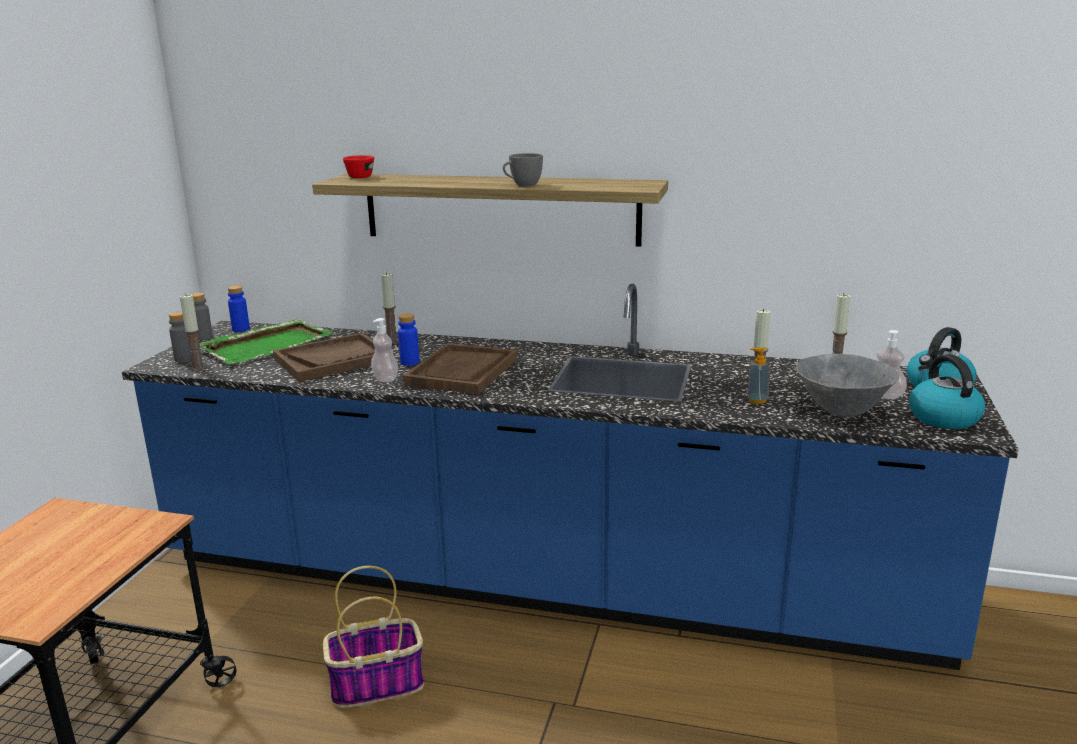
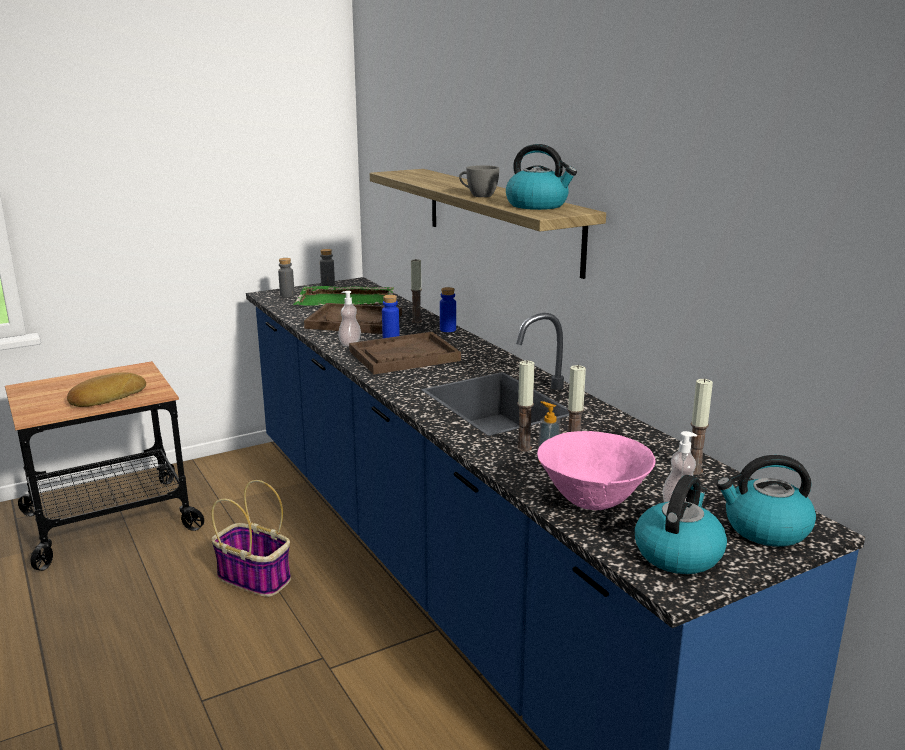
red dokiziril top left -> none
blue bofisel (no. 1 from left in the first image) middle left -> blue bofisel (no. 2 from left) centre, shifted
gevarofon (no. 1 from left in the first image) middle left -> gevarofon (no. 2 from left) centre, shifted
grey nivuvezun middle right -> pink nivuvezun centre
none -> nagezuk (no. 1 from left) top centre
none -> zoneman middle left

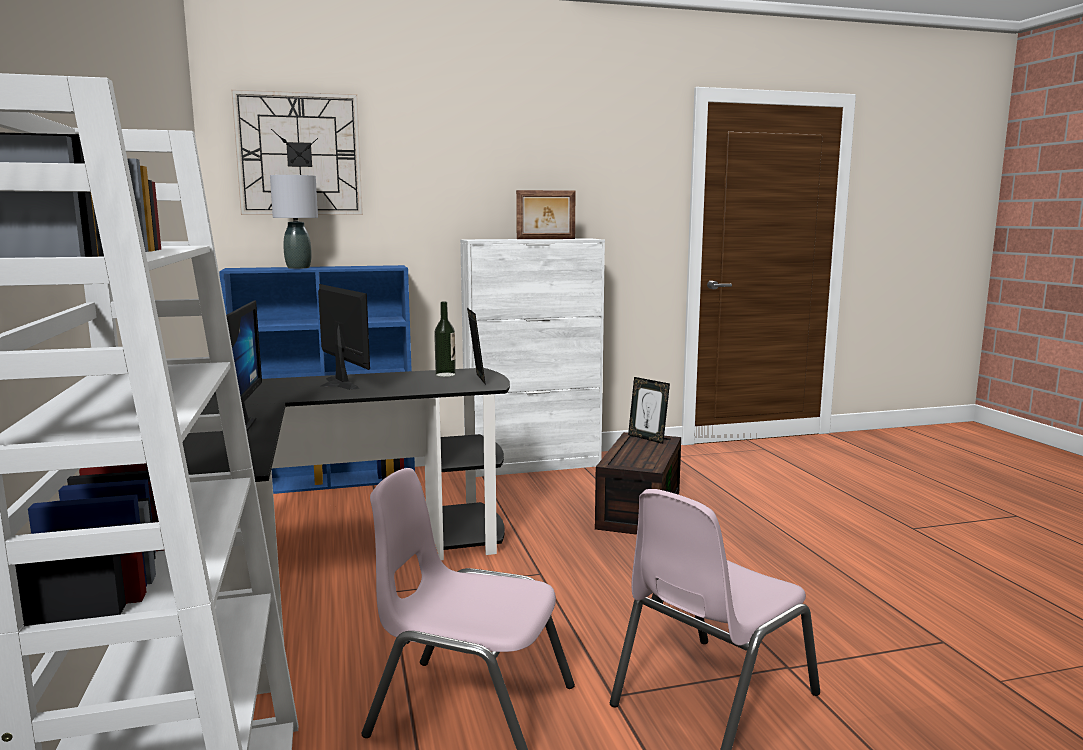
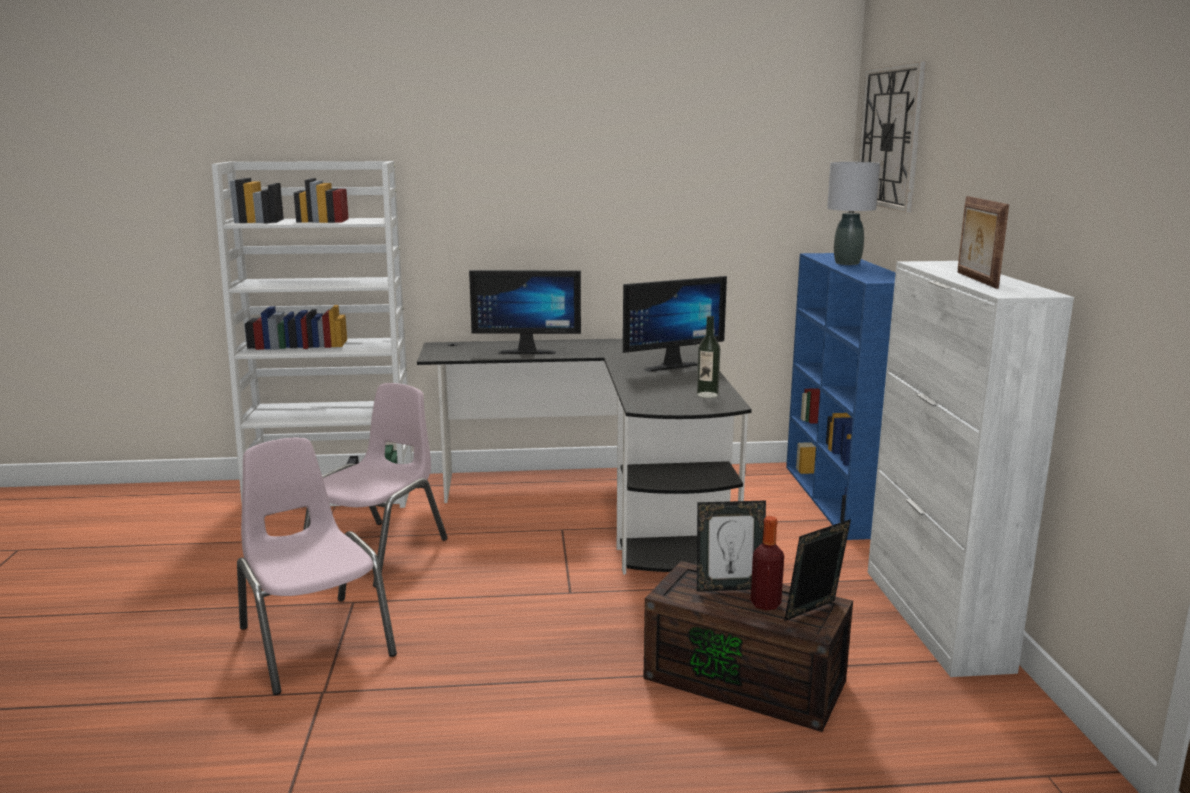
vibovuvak (no. 1 from left) centre -> vibovuvak (no. 1 from left) bottom centre, shifted
none -> bofisel (no. 2 from left) bottom centre

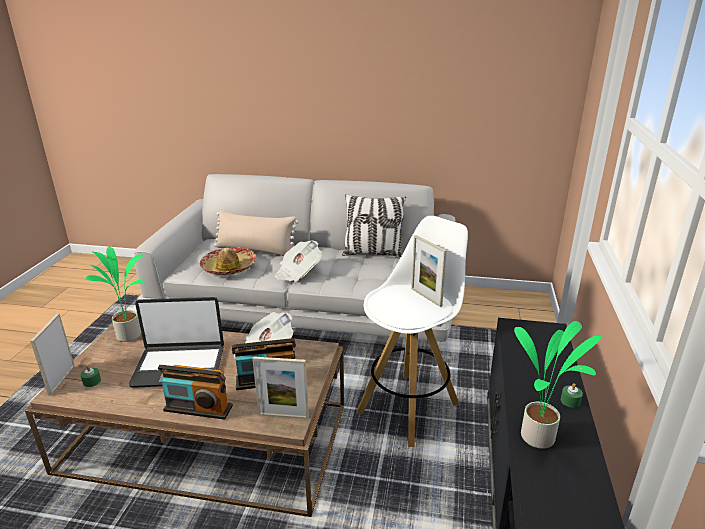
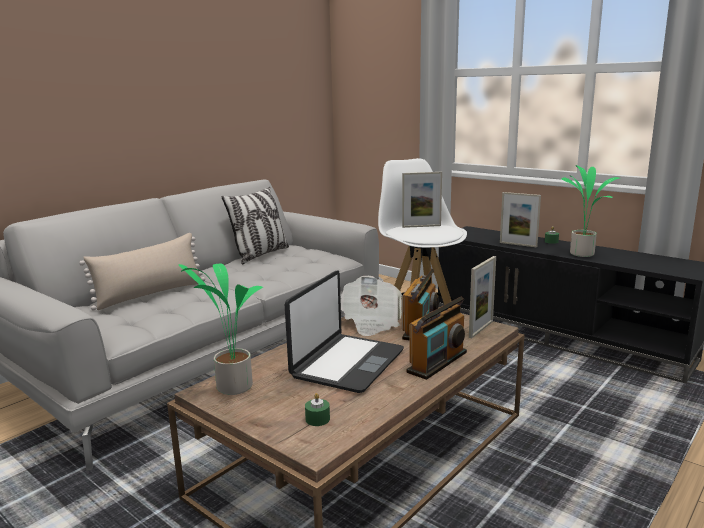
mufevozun (no. 2 from left) centre -> none
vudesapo middle left -> none
vibovuvak (no. 1 from left in the first image) bottom left -> vibovuvak (no. 3 from left) middle right, shifted

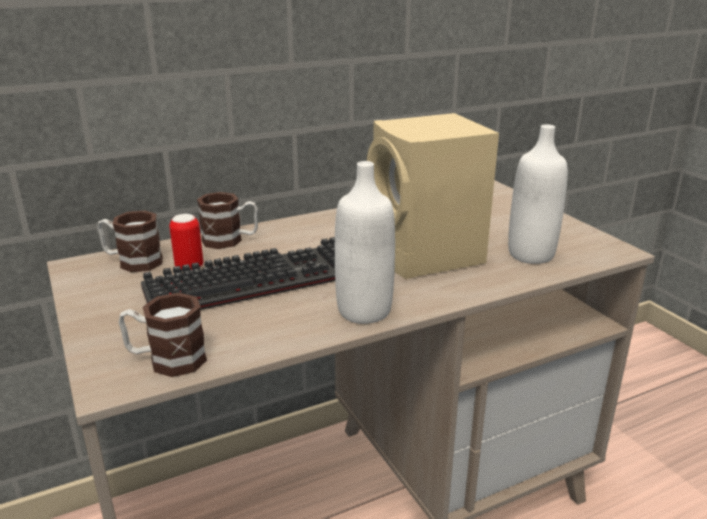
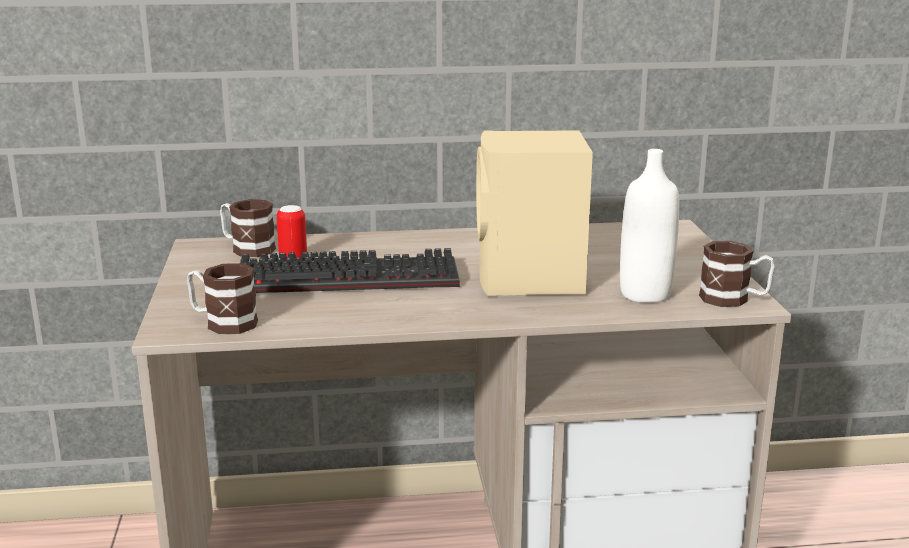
white bofisel (no. 1 from left) centre -> none
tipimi (no. 3 from left) middle left -> tipimi (no. 3 from left) middle right, shifted

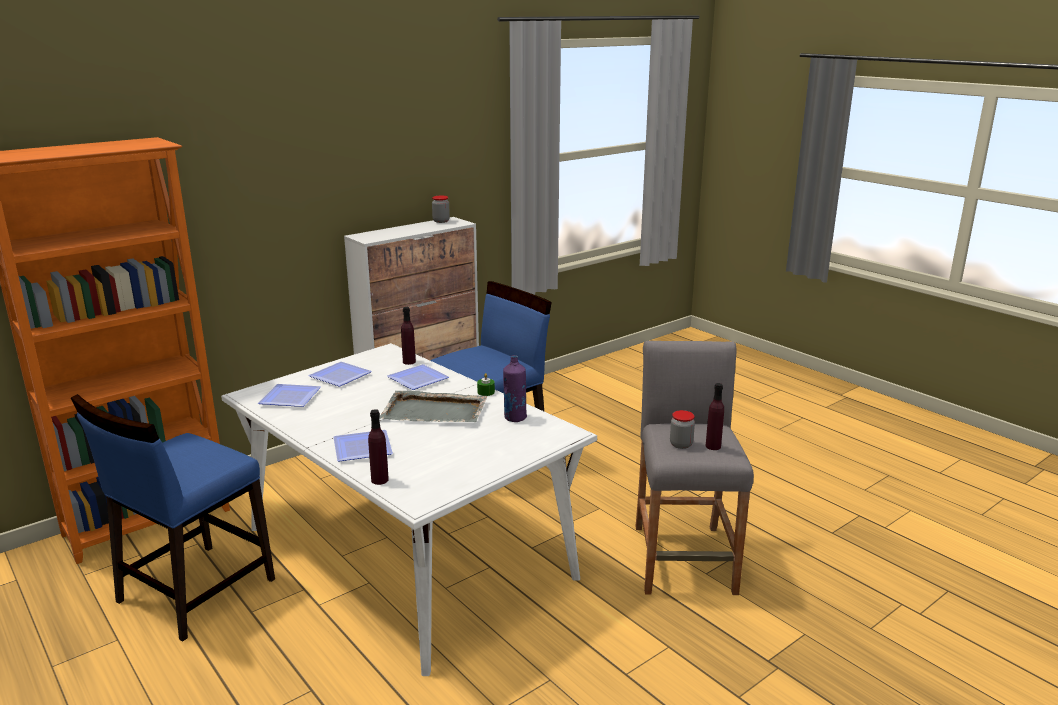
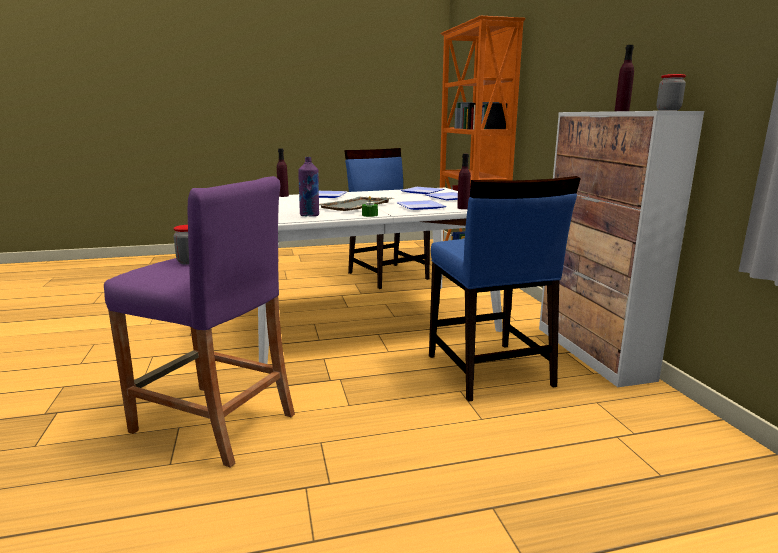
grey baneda centre -> purple baneda middle left
purple bofisel (no. 4 from left) middle right -> purple bofisel (no. 4 from left) top right, shifted

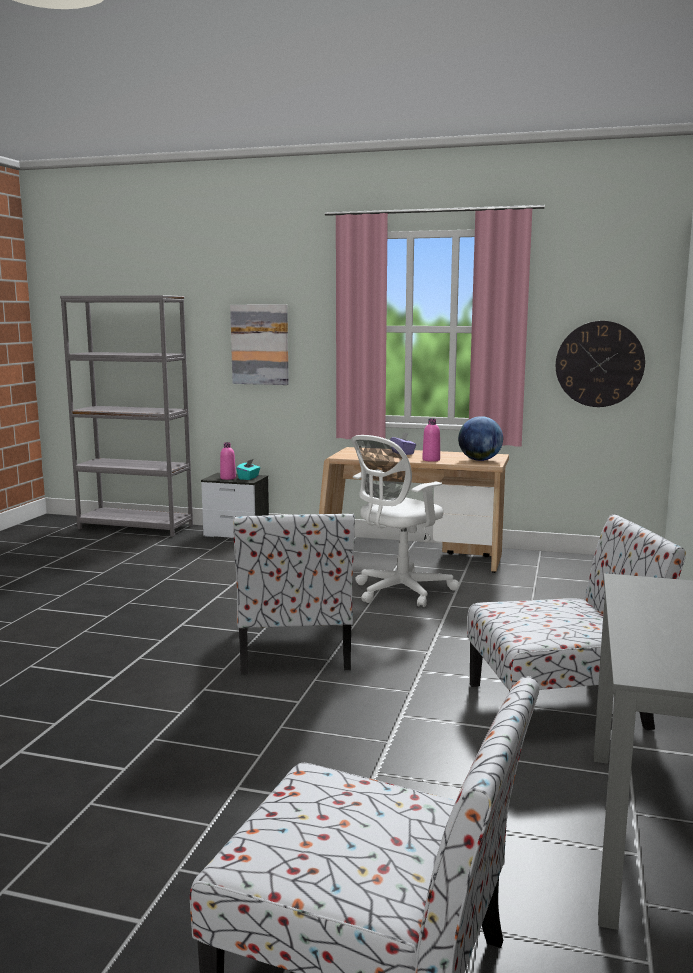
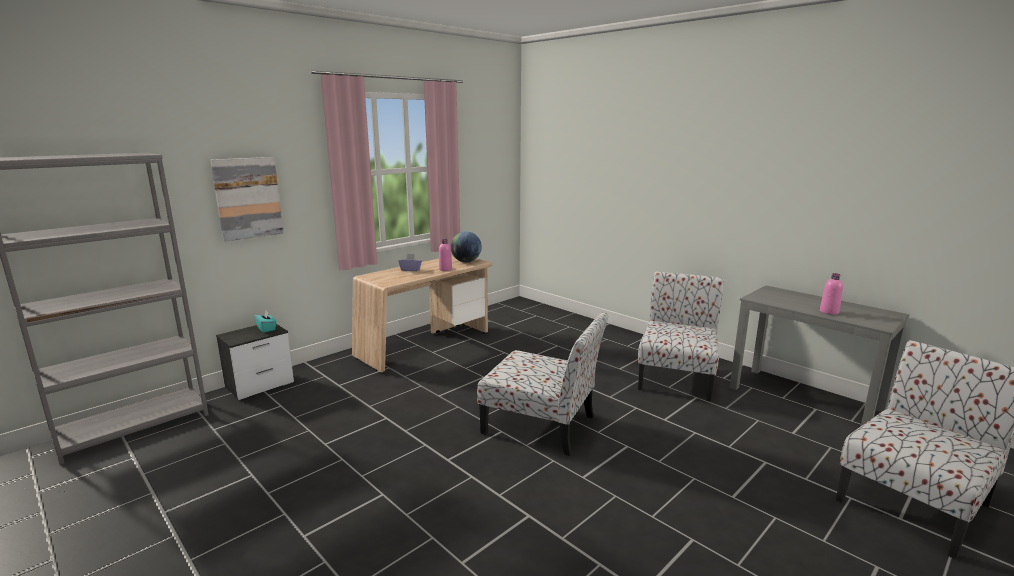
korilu middle right -> none
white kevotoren centre -> none
pink bofisel (no. 1 from left in the first image) middle left -> pink bofisel (no. 2 from left) middle right, shifted

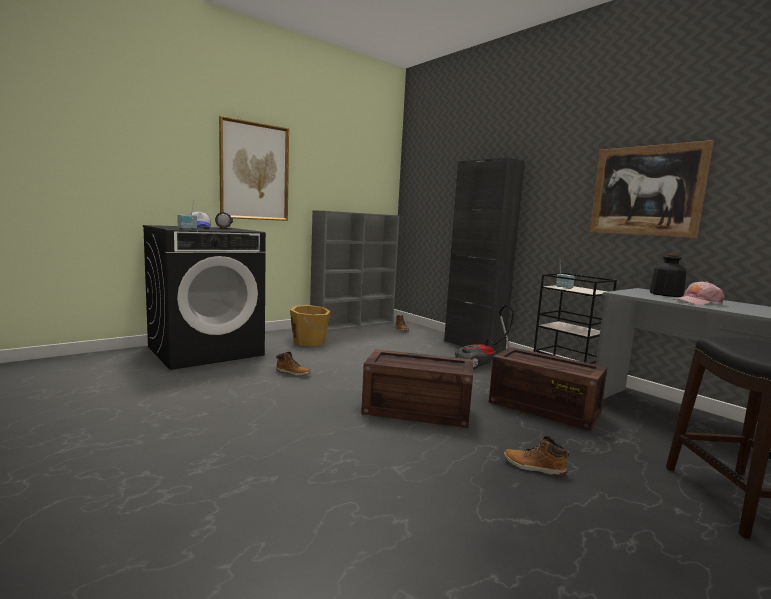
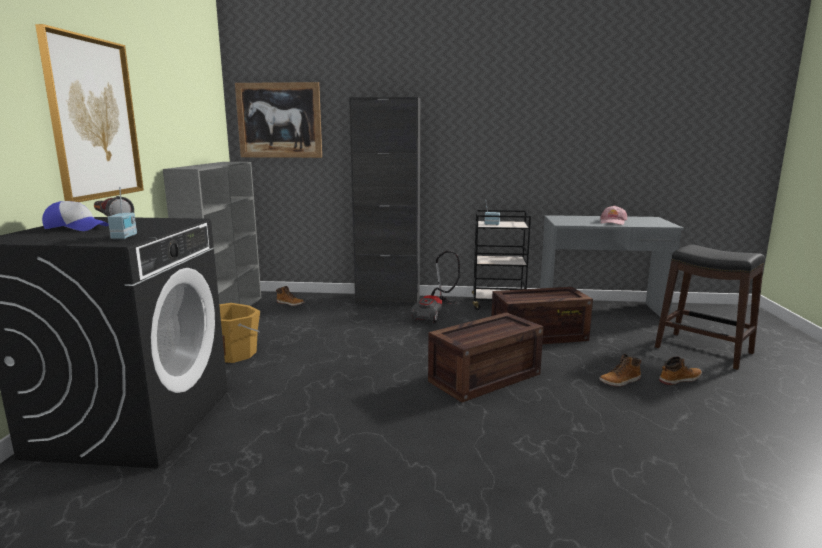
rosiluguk (no. 2 from left) top right -> rosiluguk (no. 2 from left) top centre, shifted
bofisel middle right -> none
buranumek (no. 1 from left in the first image) centre -> buranumek (no. 3 from left) bottom right, shifted

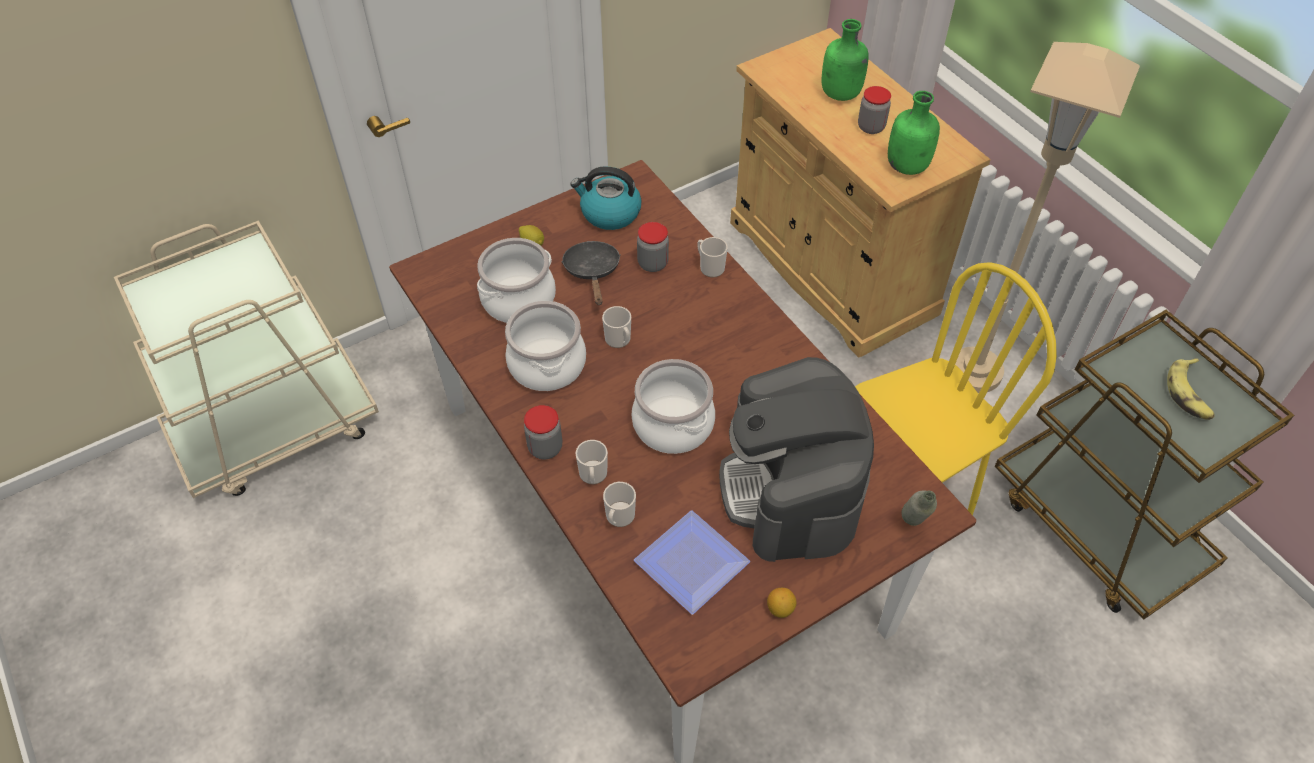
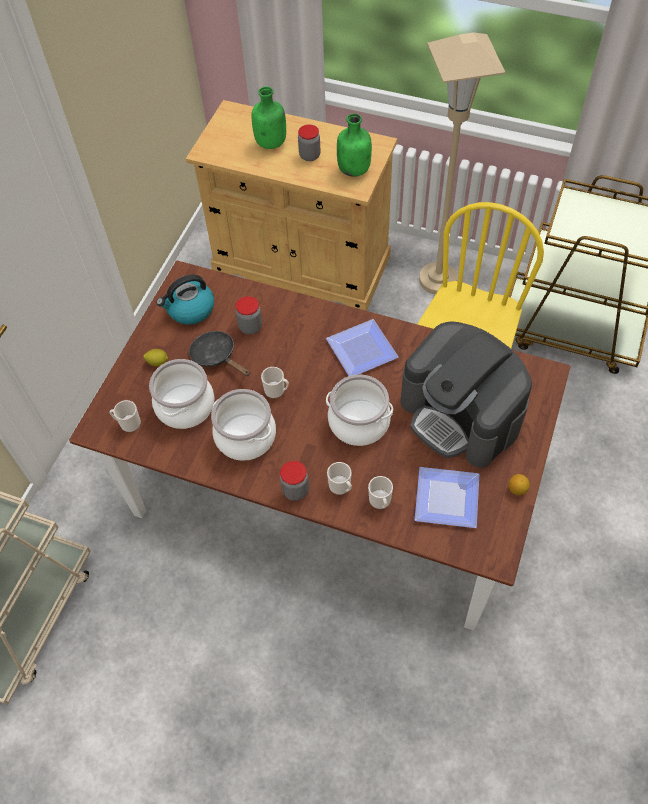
tipimi (no. 4 from left in the first image) centre -> tipimi (no. 1 from left) middle left, shifted
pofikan middle right -> none
grey bofisel middle right -> none
none -> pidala (no. 1 from left) centre

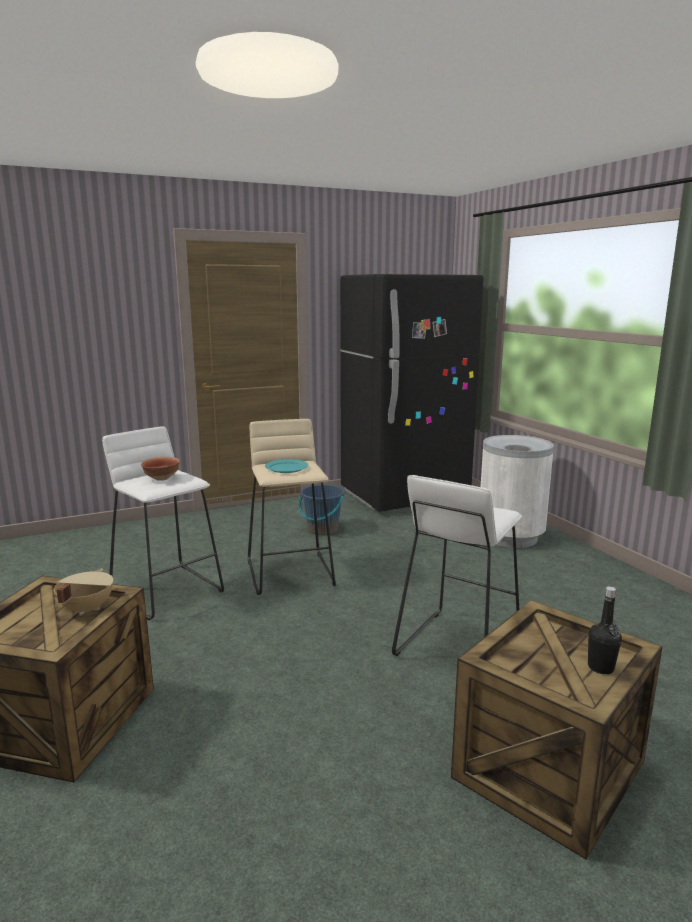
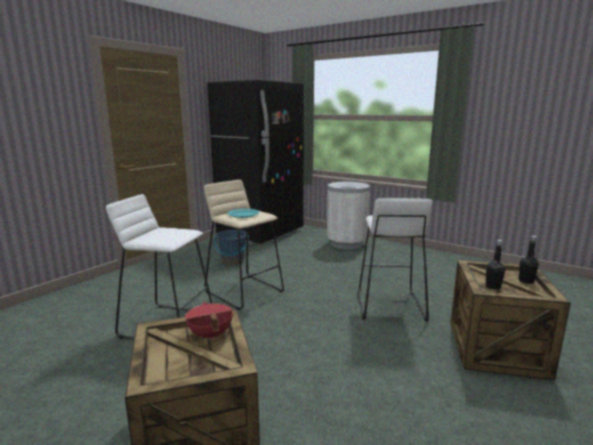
nivuvezun middle left -> none
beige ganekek middle left -> red ganekek bottom centre
none -> black bofisel (no. 1 from left) middle right

